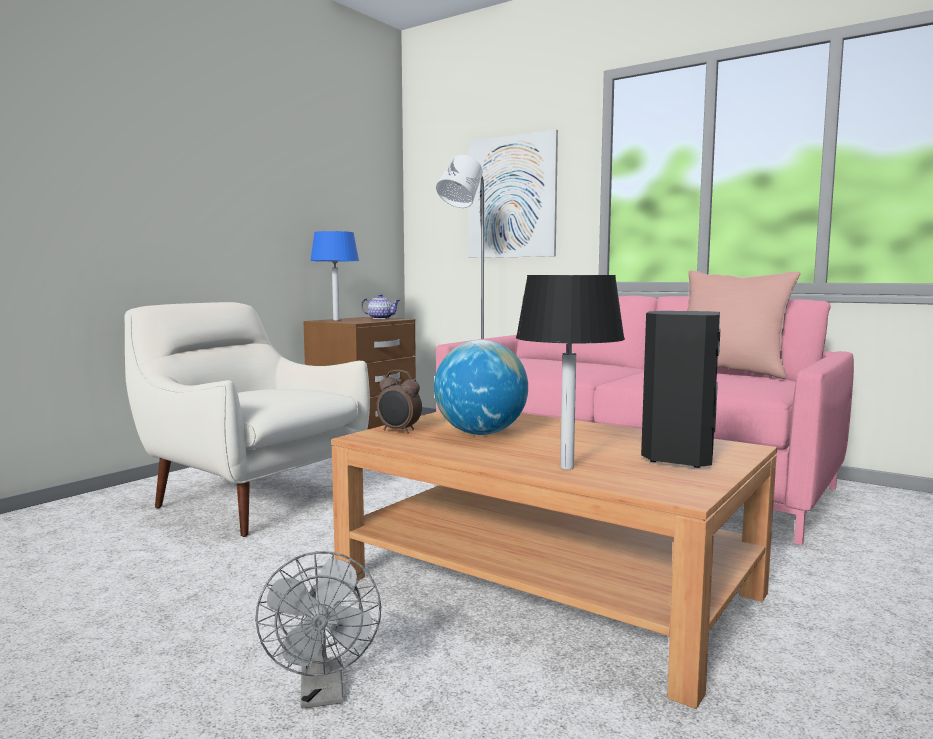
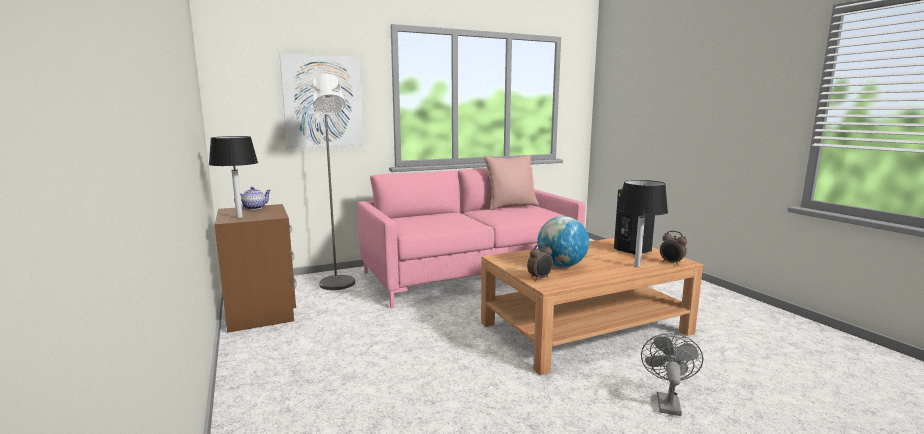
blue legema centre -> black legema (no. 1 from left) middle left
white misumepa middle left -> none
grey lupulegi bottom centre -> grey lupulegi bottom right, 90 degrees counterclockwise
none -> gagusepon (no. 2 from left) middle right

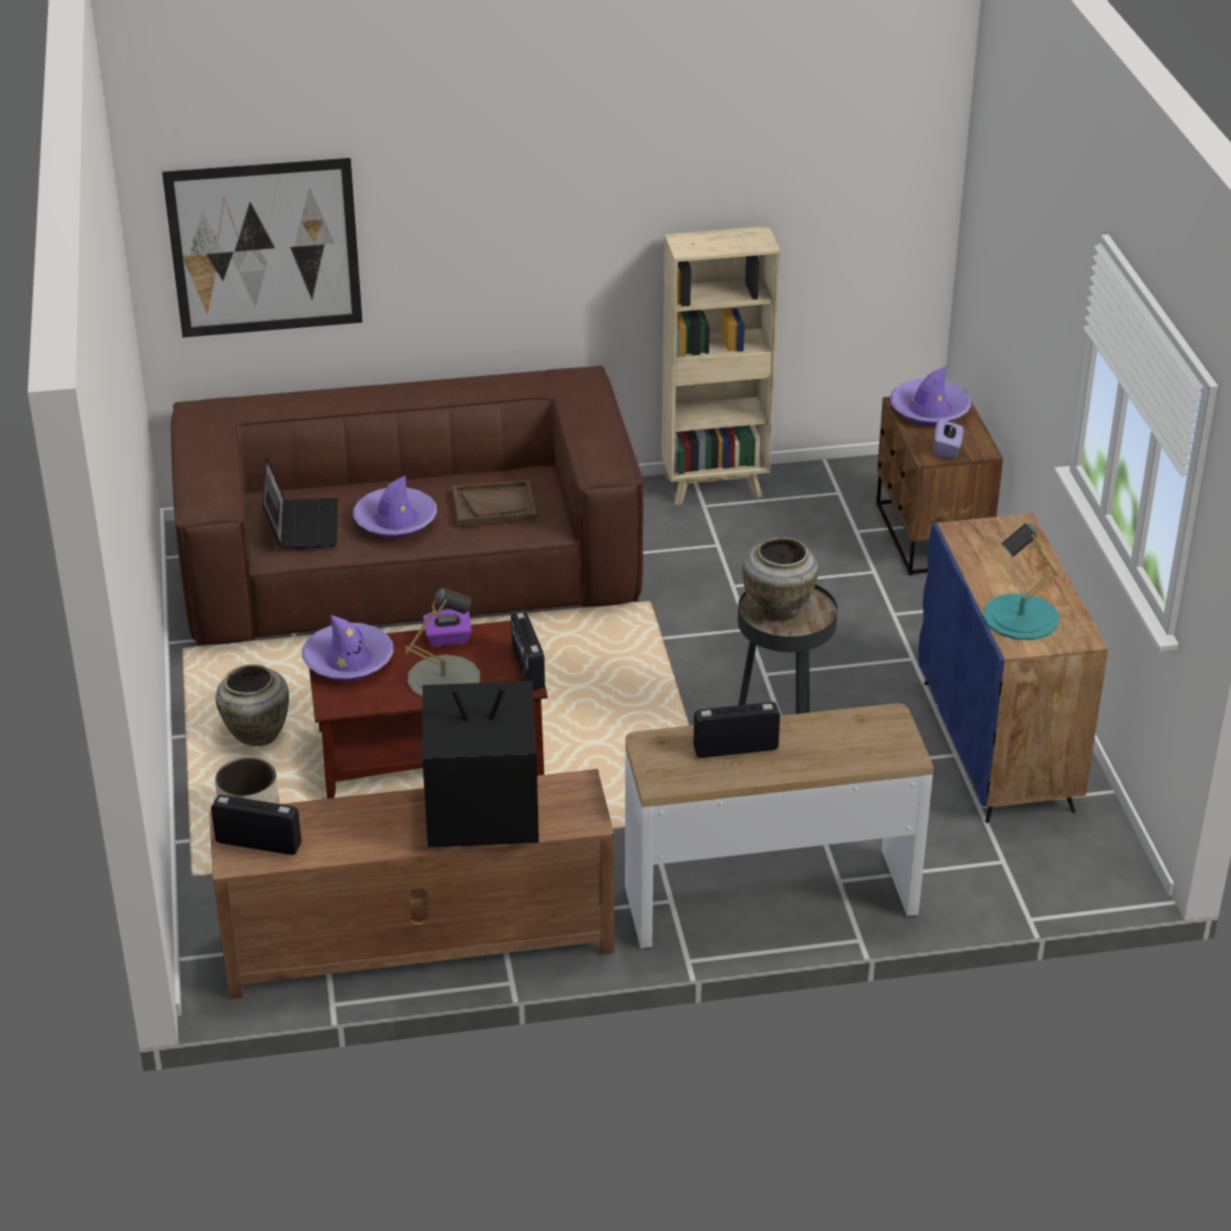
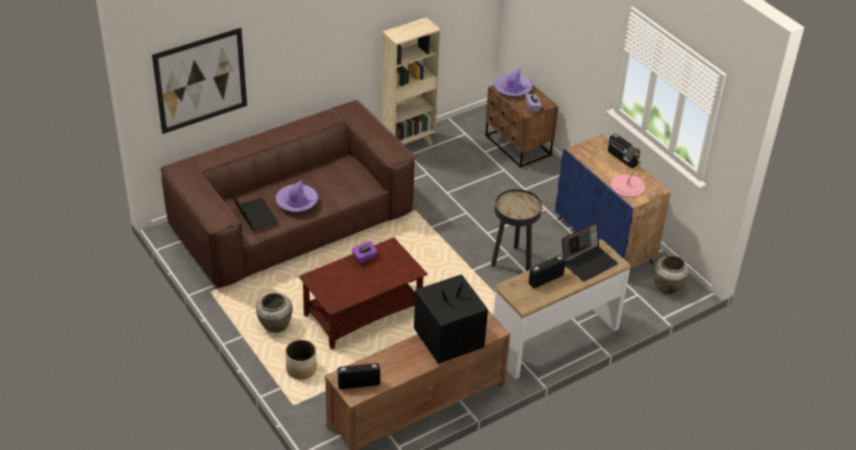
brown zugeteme centre -> none
turquoise legema middle right -> pink legema middle right
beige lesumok (no. 2 from left) centre -> beige lesumok (no. 2 from left) middle right, shifted
grey legema centre -> none
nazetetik (no. 2 from left in the first image) centre -> nazetetik (no. 3 from left) middle right, shifted
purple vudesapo (no. 1 from left) middle left -> none
none -> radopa (no. 2 from left) middle right

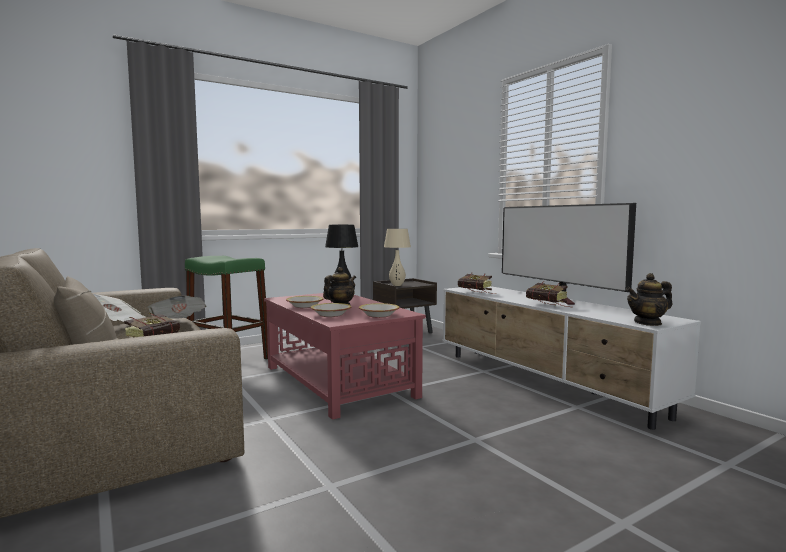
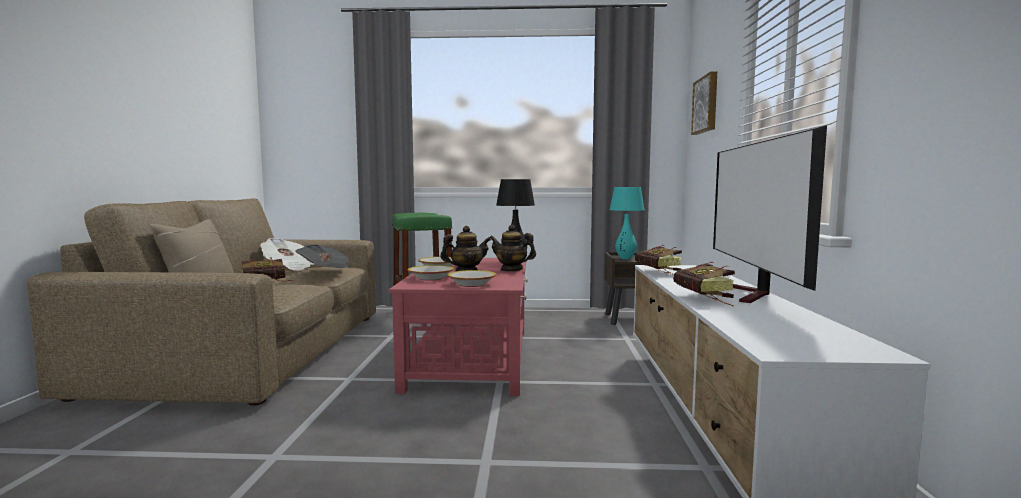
beige legema centre -> turquoise legema centre
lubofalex (no. 2 from left) middle right -> lubofalex (no. 2 from left) centre, shifted
none -> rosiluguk top right

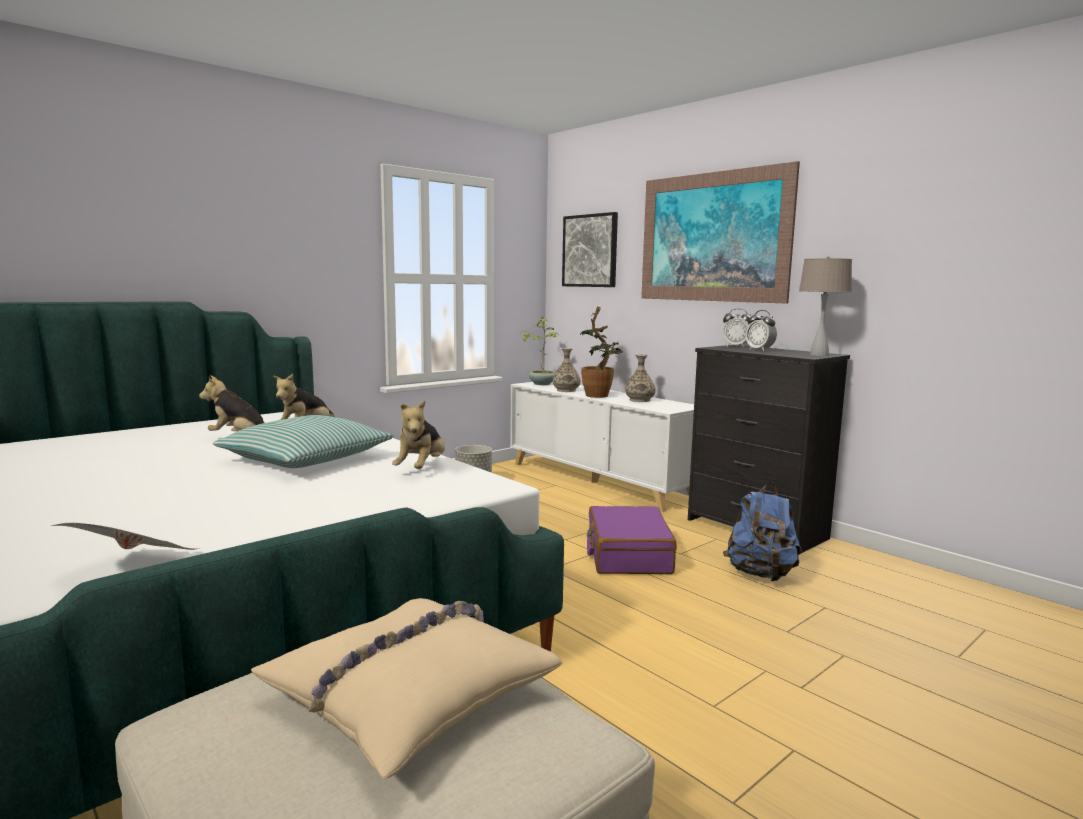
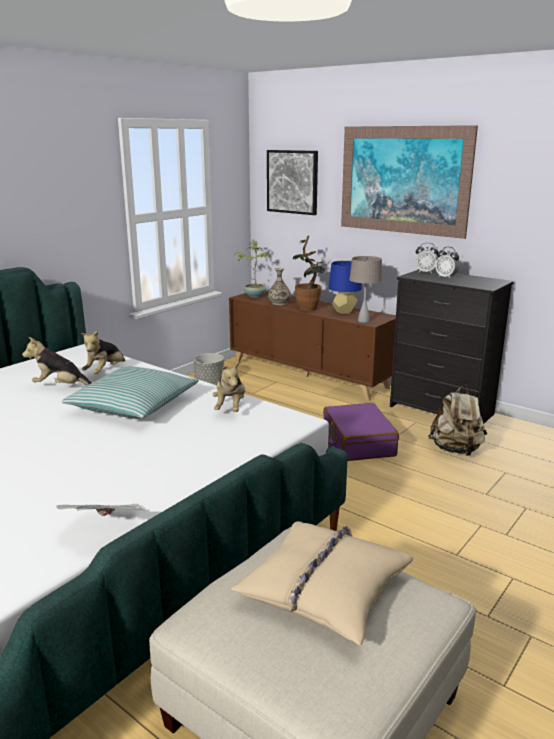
beige legema middle right -> beige legema centre, shifted
lesumok (no. 2 from left) centre -> blue legema centre
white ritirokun centre -> brown ritirokun centre
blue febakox middle right -> beige febakox middle right

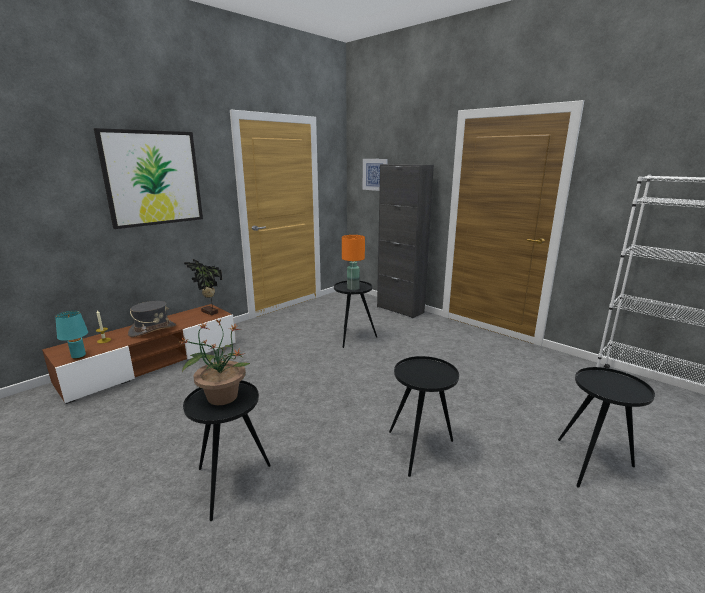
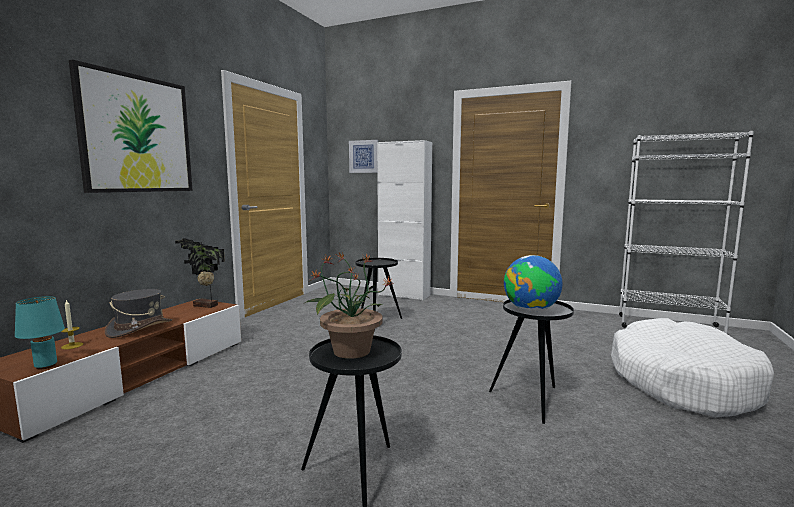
black ritirokun centre -> white ritirokun centre
orange legema centre -> none
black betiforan (no. 4 from left) bottom right -> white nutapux bottom right
none -> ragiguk middle right

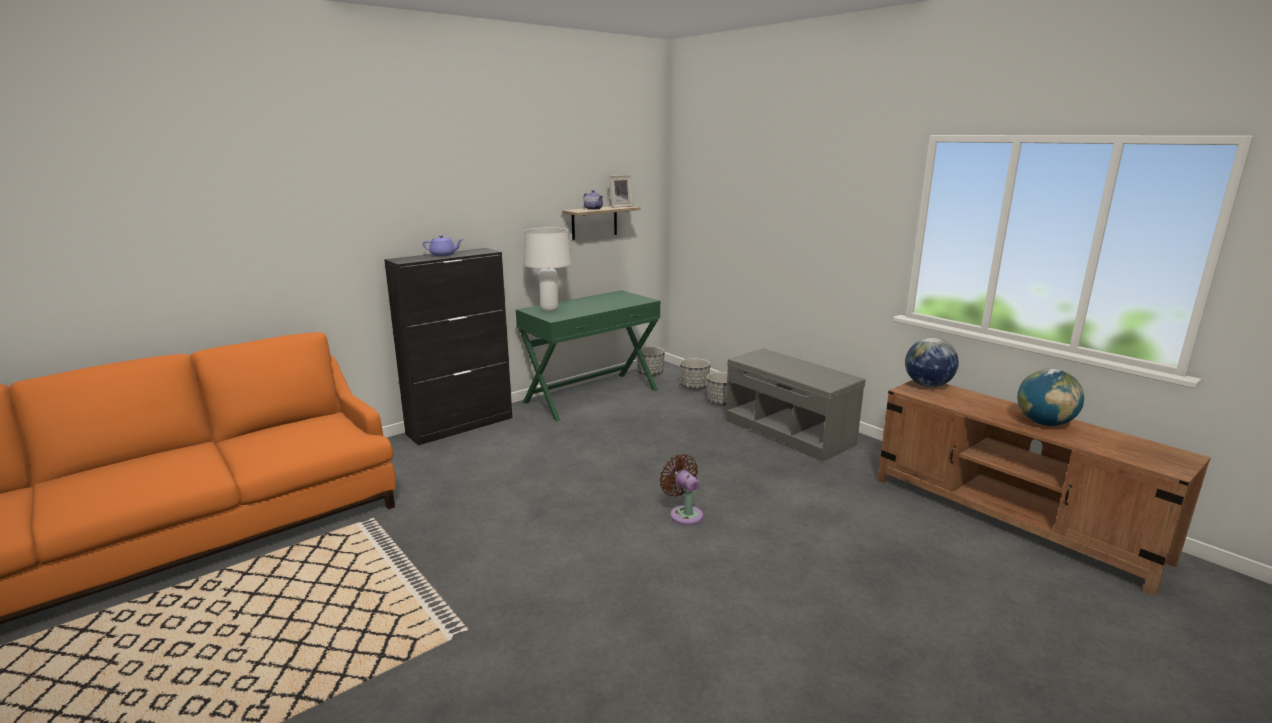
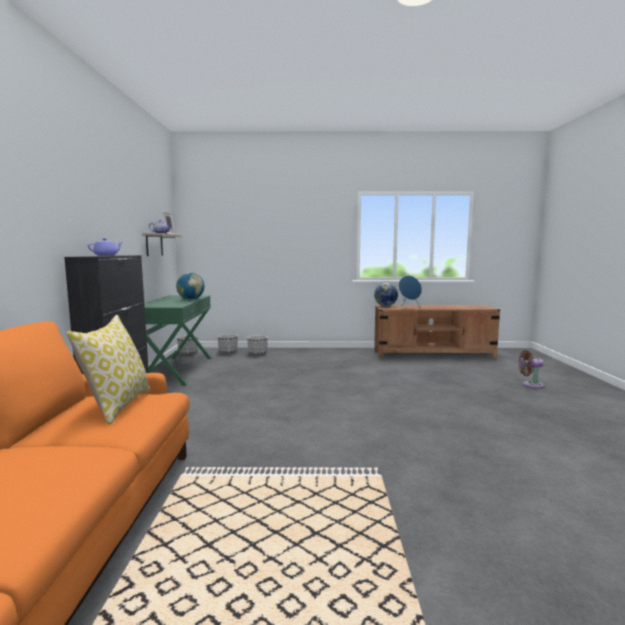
white legema centre -> none
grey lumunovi centre -> none
ragiguk (no. 2 from left in the first image) middle right -> ragiguk (no. 1 from left) middle left, shifted
brown lupulegi bottom centre -> brown lupulegi middle right, shifted
none -> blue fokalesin centre
none -> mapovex middle left

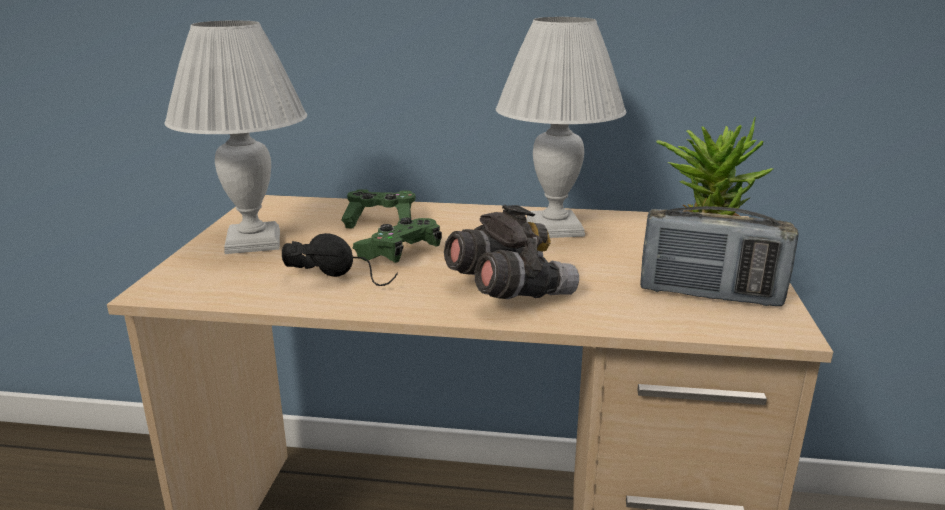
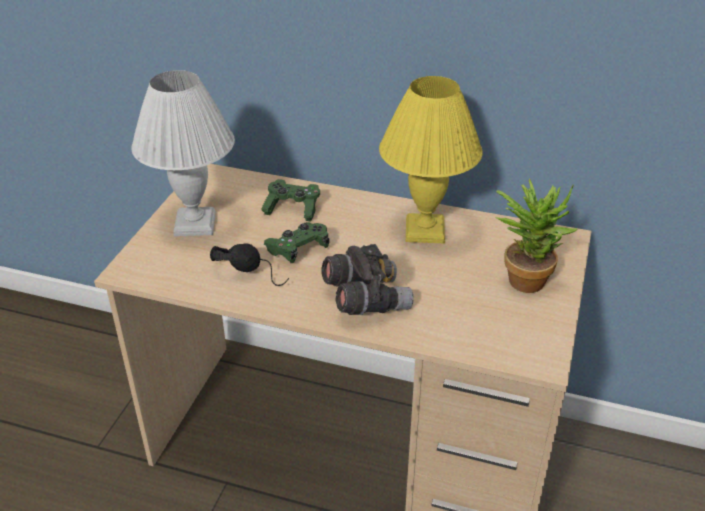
white legema (no. 2 from left) top centre -> yellow legema top centre
nazetetik middle right -> none

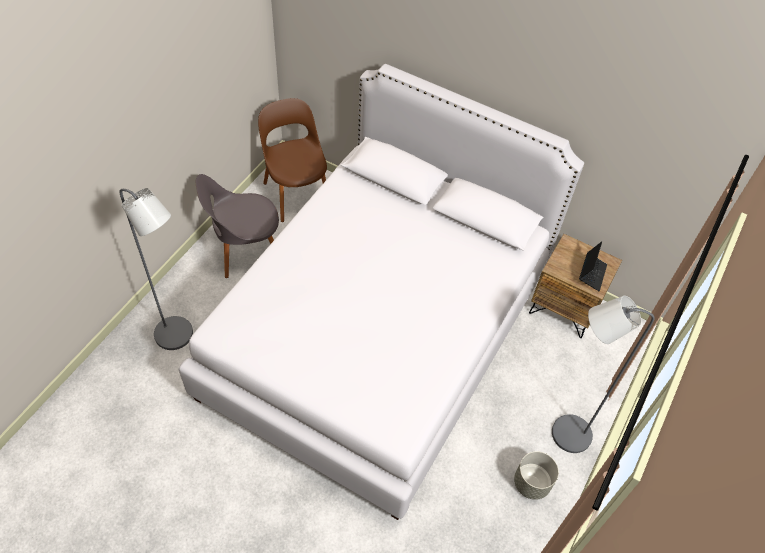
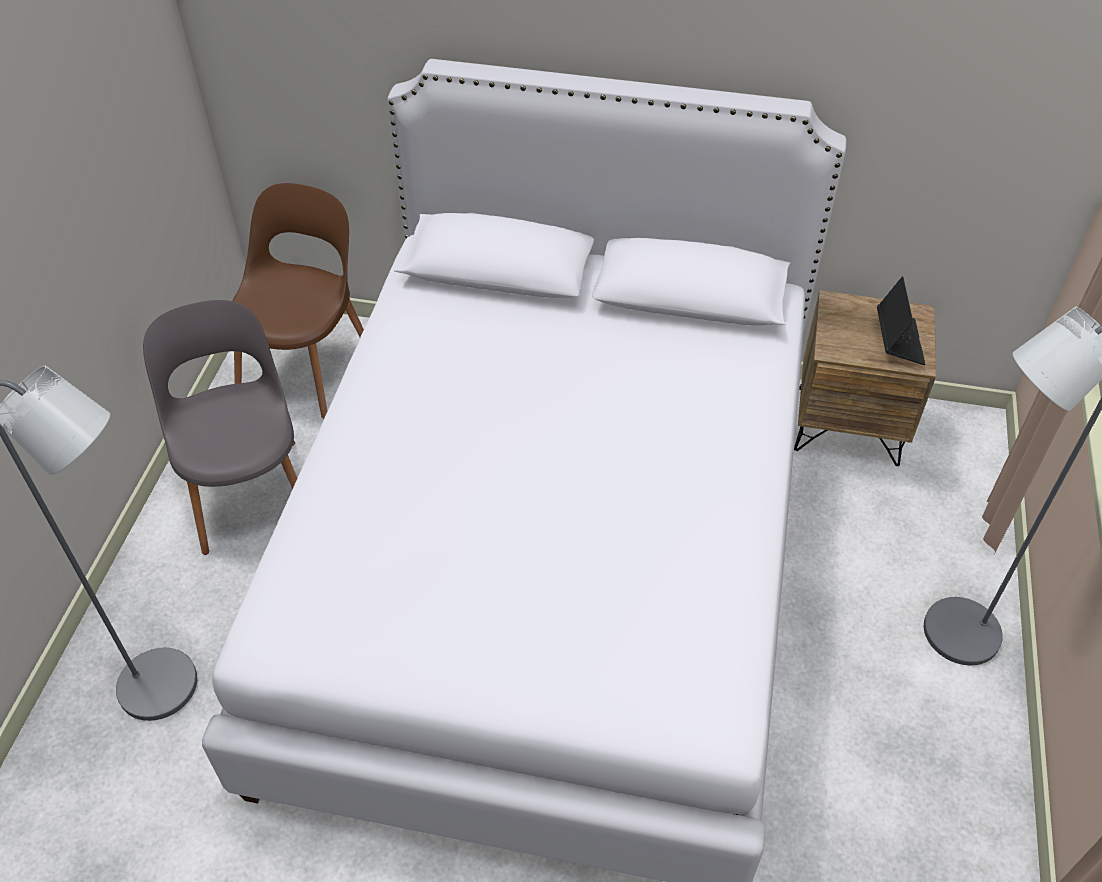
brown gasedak top centre -> brown gasedak middle left, 60 degrees clockwise
grey gasedak middle left, 105 degrees clockwise
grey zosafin bottom right -> none

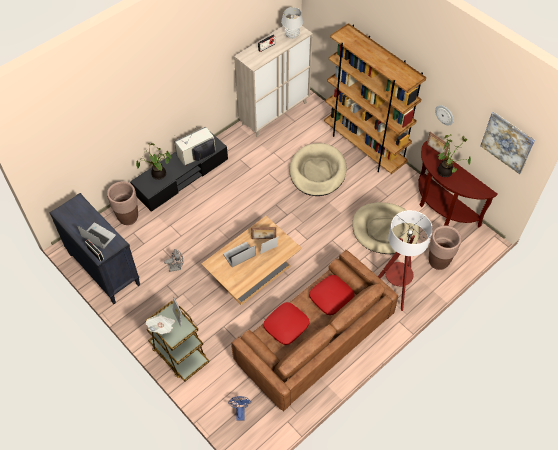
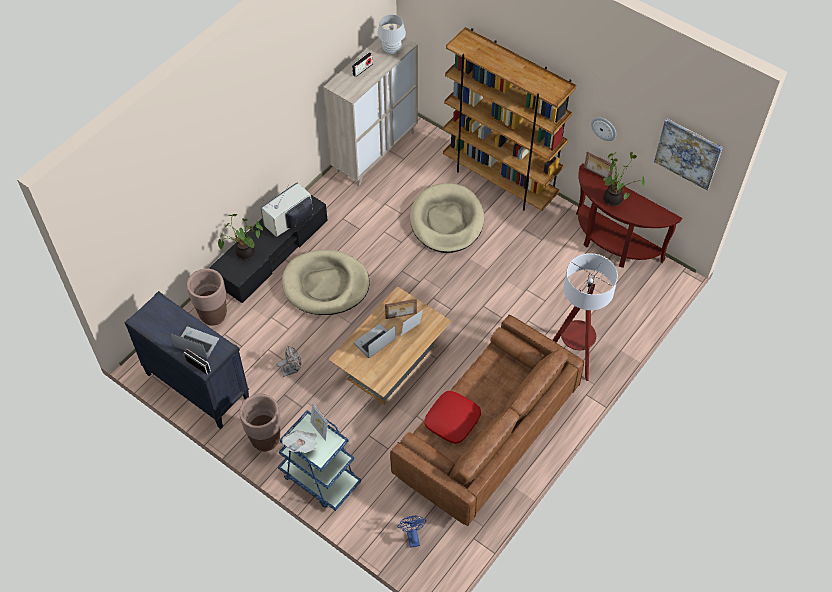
beige nutapux (no. 2 from left in the first image) middle right -> beige nutapux (no. 1 from left) centre, shifted
brown zosafin (no. 2 from left) middle right -> brown zosafin (no. 2 from left) bottom left, shifted
red mapovex (no. 2 from left) centre -> none
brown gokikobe bottom left -> blue gokikobe bottom centre

